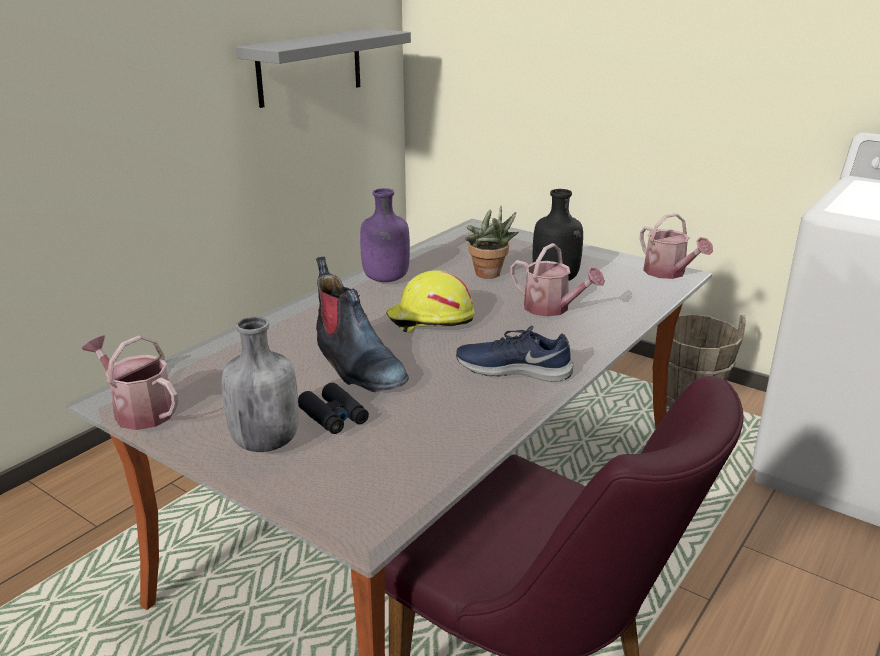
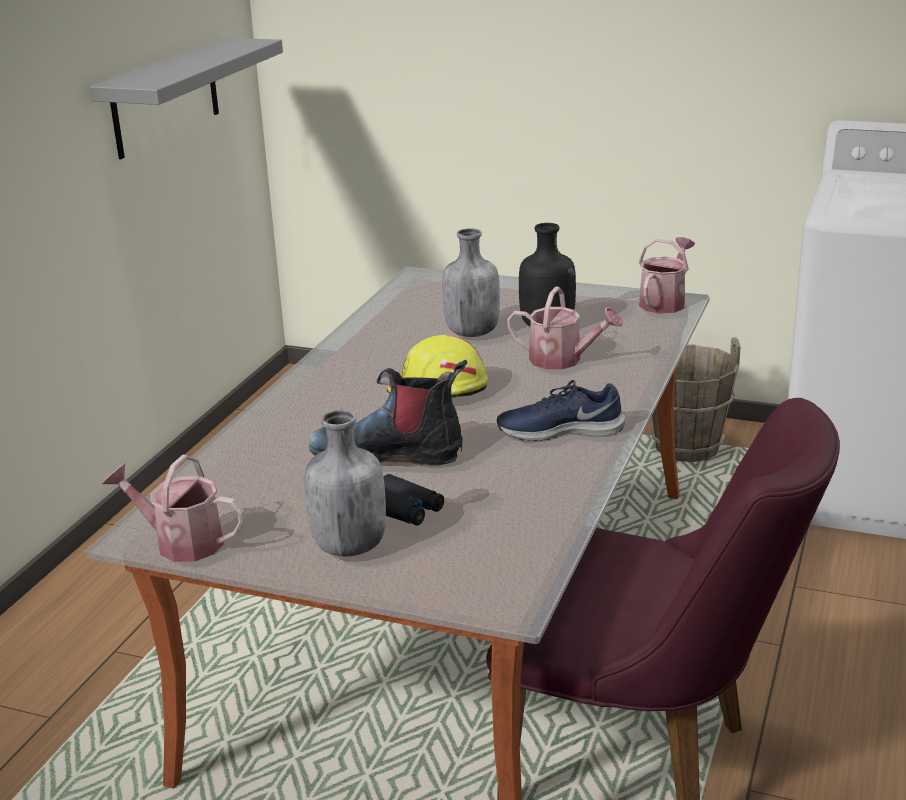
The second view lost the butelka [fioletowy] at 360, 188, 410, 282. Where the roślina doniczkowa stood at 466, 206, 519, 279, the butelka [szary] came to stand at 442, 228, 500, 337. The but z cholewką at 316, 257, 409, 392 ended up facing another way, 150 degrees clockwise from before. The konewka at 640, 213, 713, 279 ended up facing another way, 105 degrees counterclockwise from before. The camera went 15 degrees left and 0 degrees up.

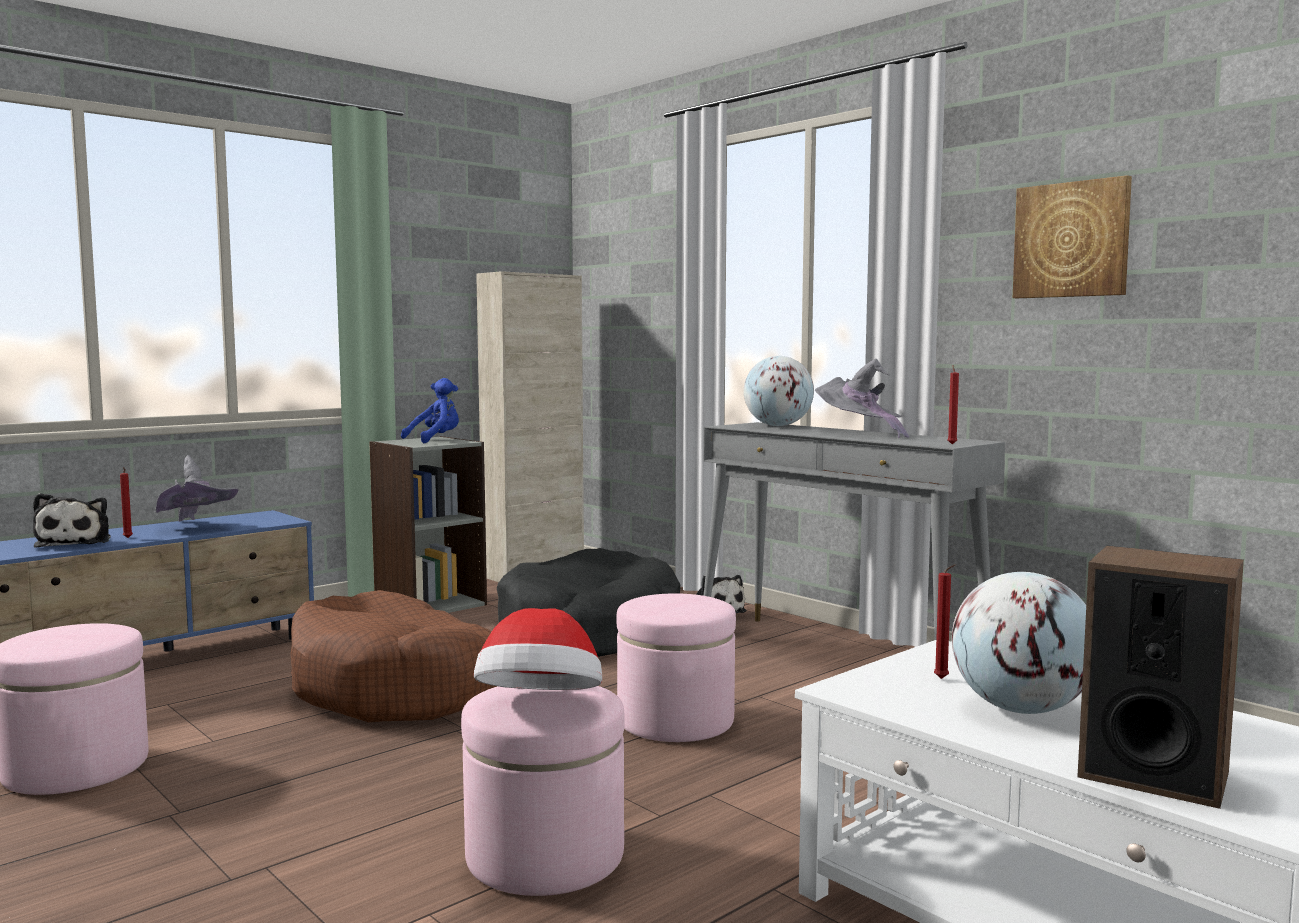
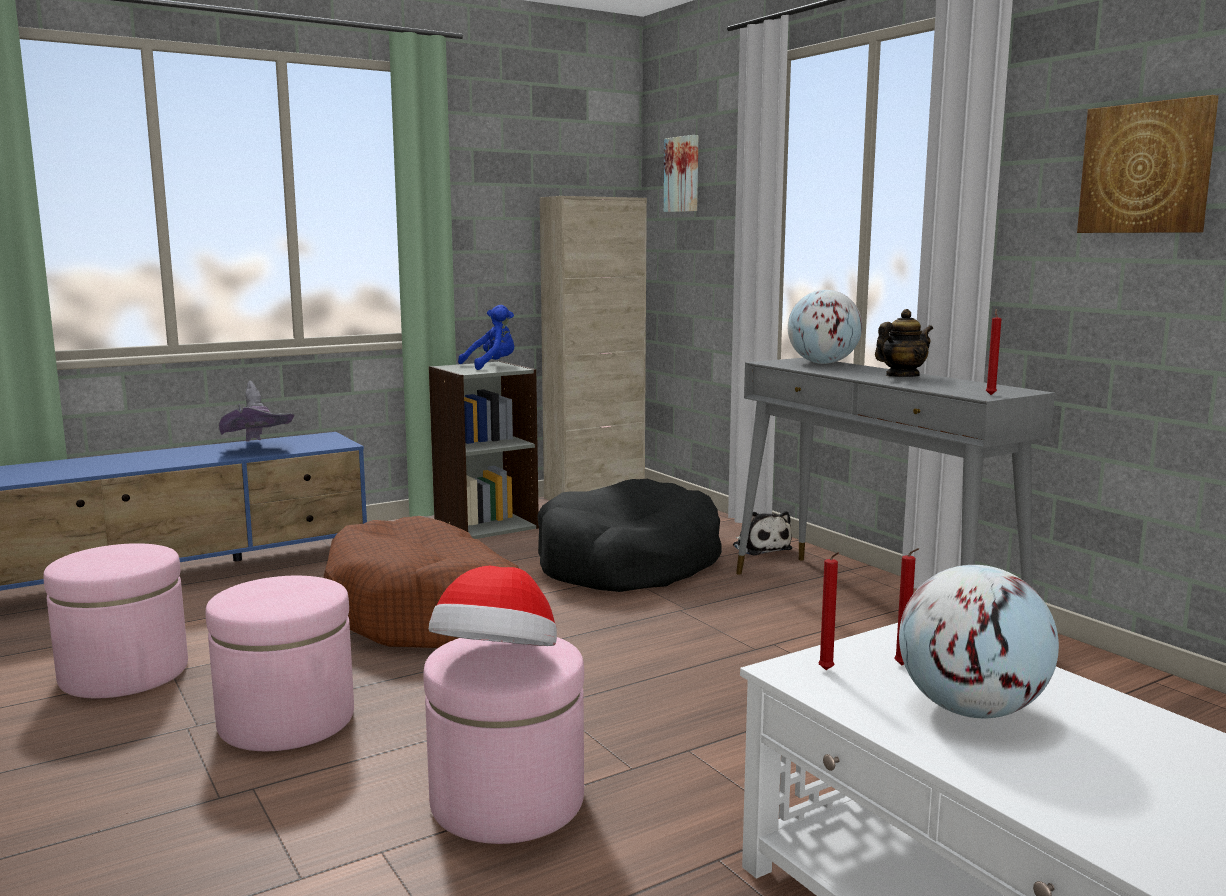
The second view lost the pluszak at 33, 493, 111, 548. The second view lost the głośnik at 1077, 546, 1244, 809. The second view gained the obraz at 664, 135, 698, 212. The świeca [czerwony] ended up elsewhere, having gone from 120, 467, 133, 538 to 818, 552, 839, 670. The pufa [różowy] ended up elsewhere, having gone from 616, 593, 736, 742 to 206, 576, 354, 751. Where the kapelusz [szary] stood at 815, 359, 909, 438, the imbryk came to stand at 875, 309, 933, 377. The camera went 10 degrees right and 5 degrees up.

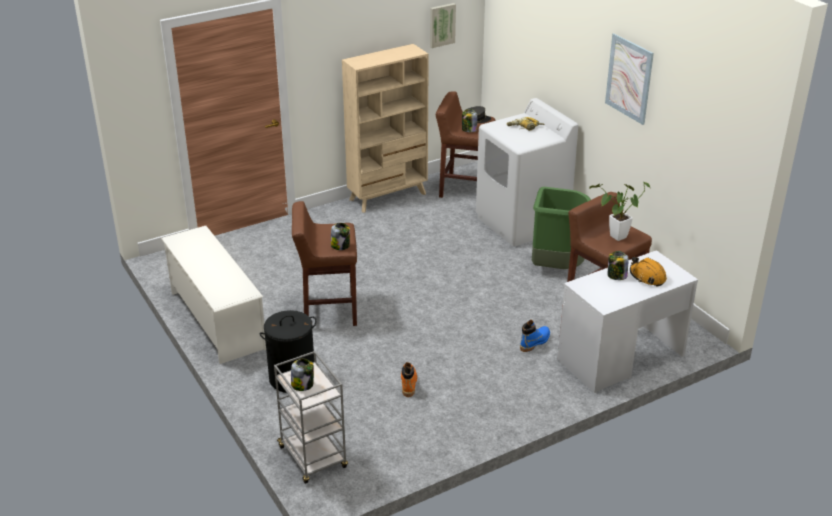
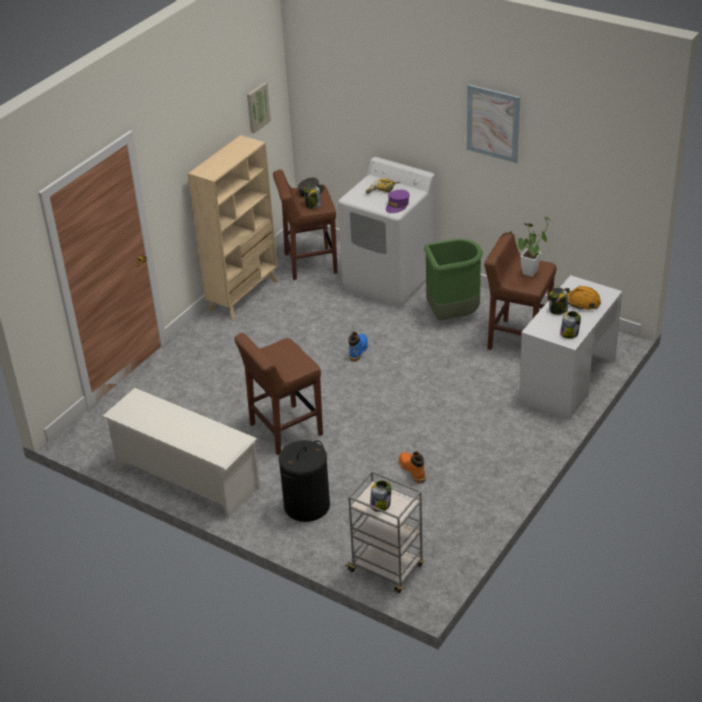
The second view gained the czapka z daszkiem [fioletowy] at 386, 190, 410, 213. The słoik ended up elsewhere, having gone from 331, 223, 350, 250 to 560, 311, 581, 339. The but z cholewką [niebieski] ended up elsewhere, having gone from 520, 320, 550, 352 to 349, 332, 368, 362. The camera went 25 degrees left and 5 degrees up.

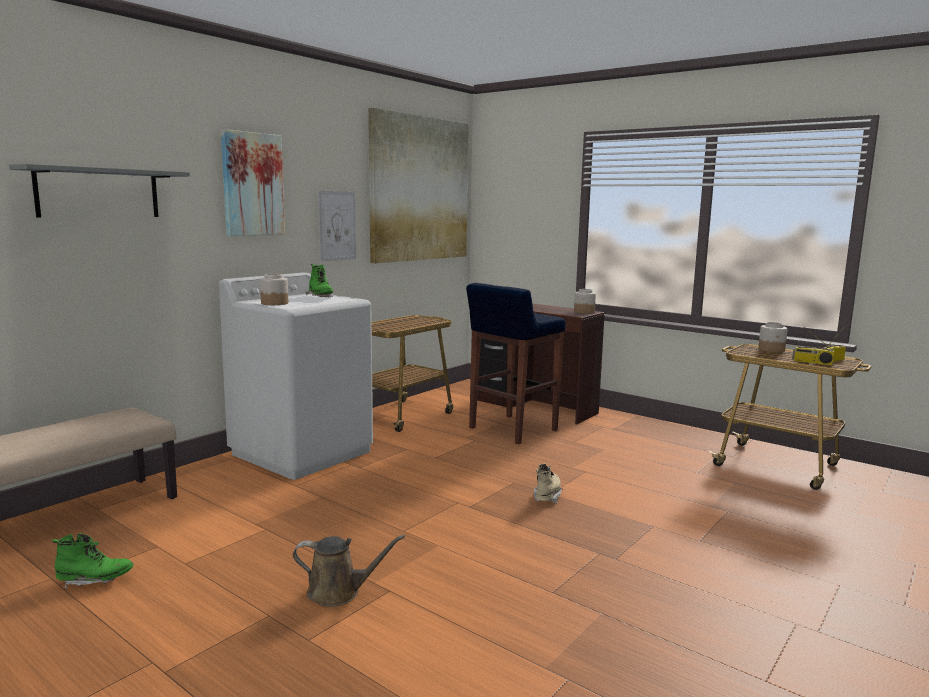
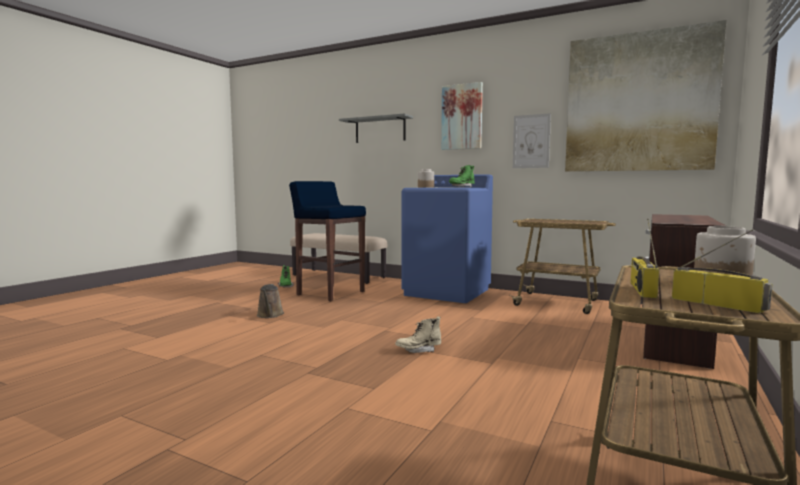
The second view lost the słoik at 574, 289, 596, 314. The stołek [niebieski] ended up elsewhere, having gone from 466, 283, 566, 444 to 289, 181, 366, 301. What was the pralka [biały] at 219, 273, 373, 480 turned into the pralka [niebieski] at 402, 174, 493, 303. The but z cholewką [beżowy] at 534, 464, 563, 504 ended up facing another way, 150 degrees clockwise from before. The camera went 80 degrees right and 5 degrees down.

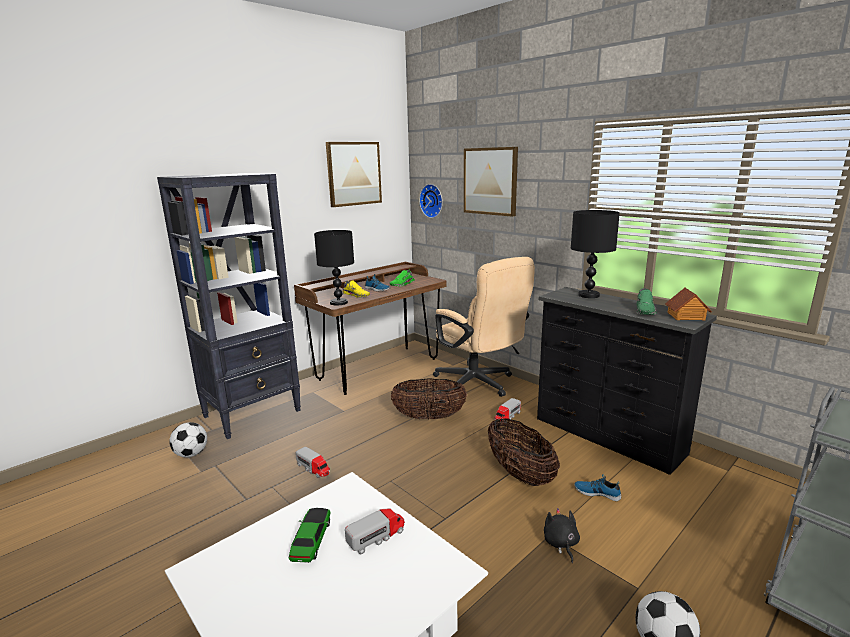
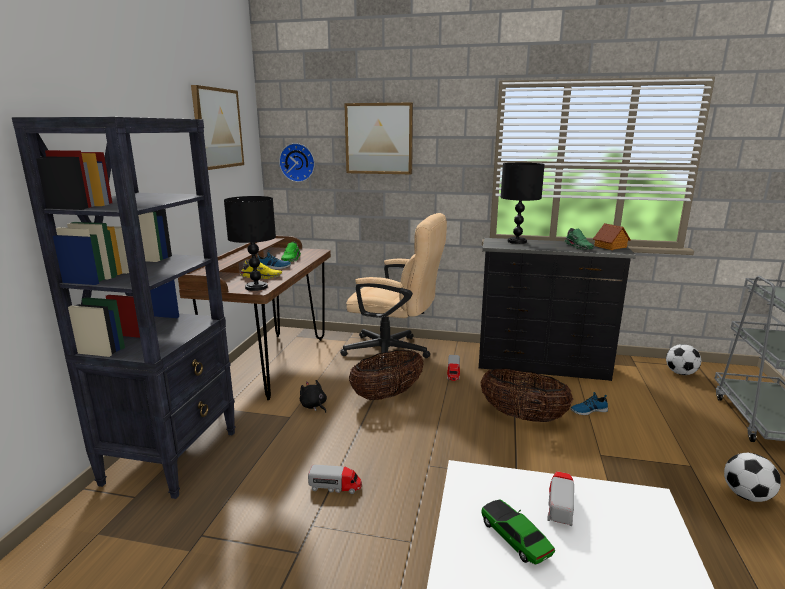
The piłka futbolowa ended up elsewhere, having gone from 169, 422, 207, 457 to 666, 344, 701, 375. The pluszak [czarny] ended up elsewhere, having gone from 544, 508, 580, 563 to 300, 380, 327, 413. The camera went 35 degrees left and 0 degrees up.

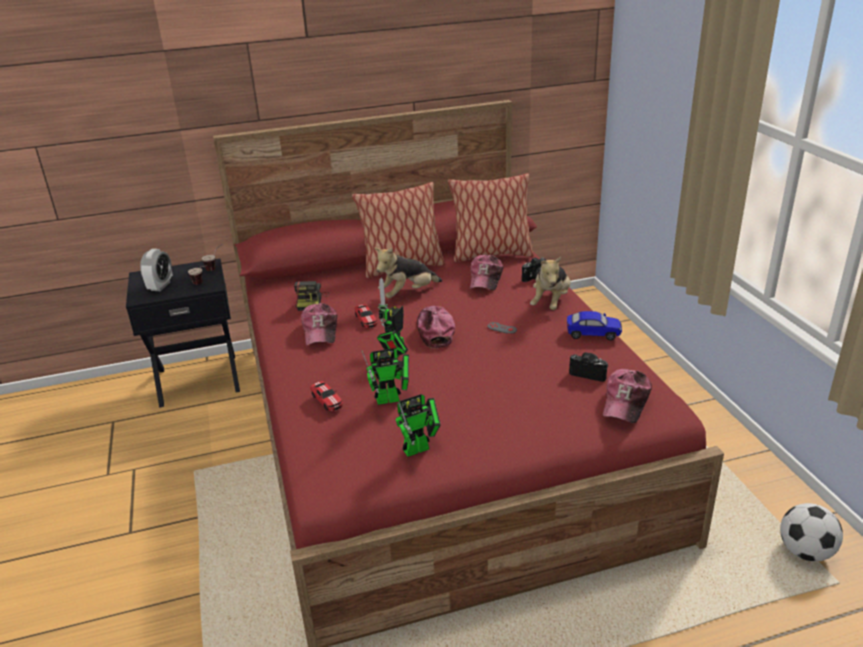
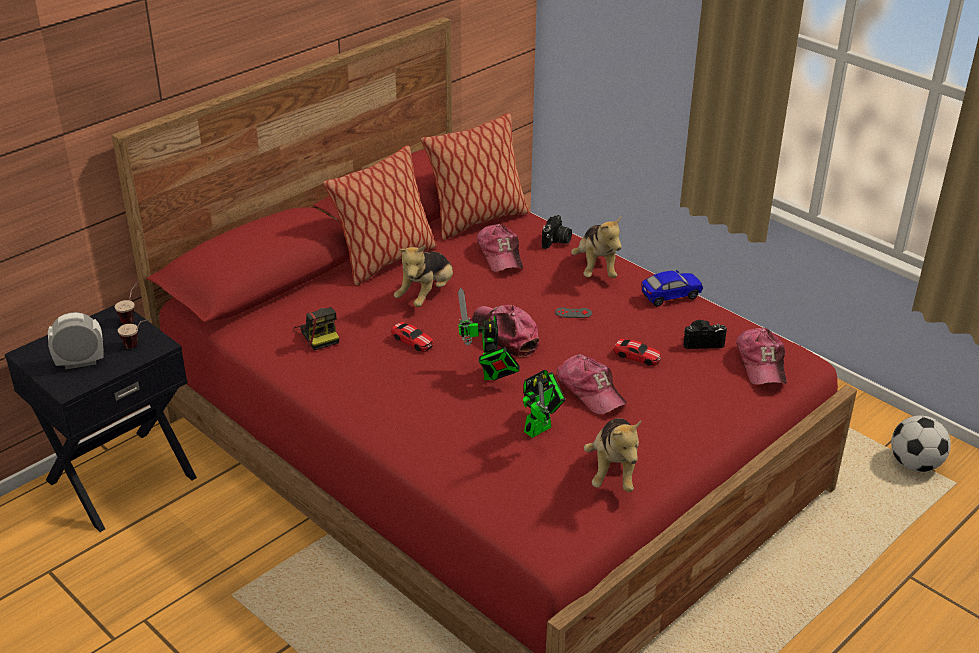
The czapka z daszkiem ended up elsewhere, having gone from 301, 303, 337, 345 to 557, 354, 627, 414. The samochodzik ended up elsewhere, having gone from 310, 381, 343, 411 to 613, 339, 662, 366. Where the robot zabawkowy stood at 396, 394, 441, 457, the pluszak came to stand at 584, 418, 641, 492. The budzik at 140, 249, 173, 291 ended up facing another way, 90 degrees counterclockwise from before. The camera went 30 degrees left and 5 degrees up.

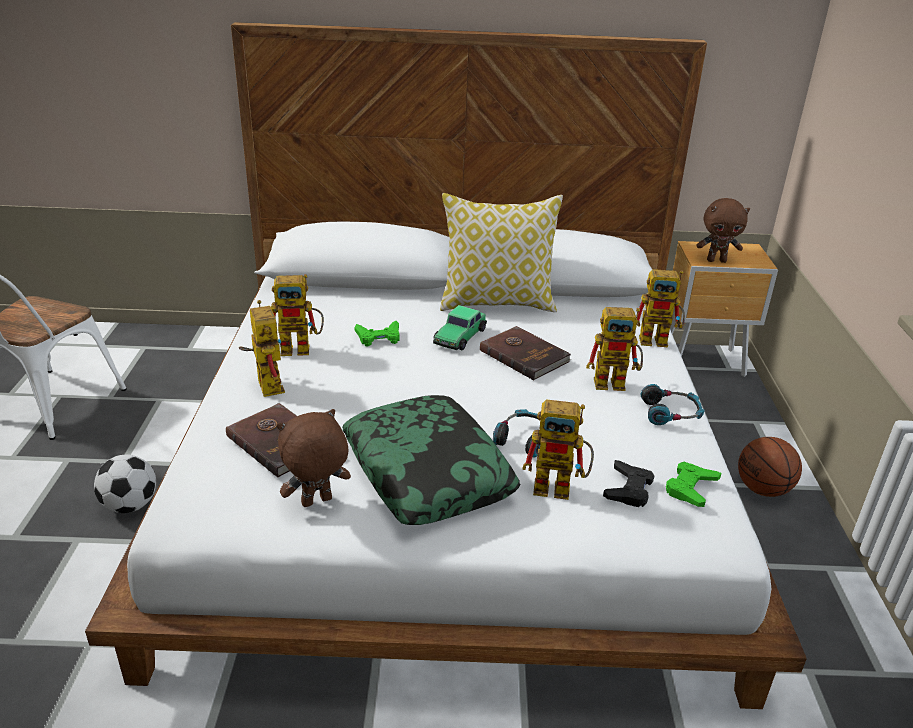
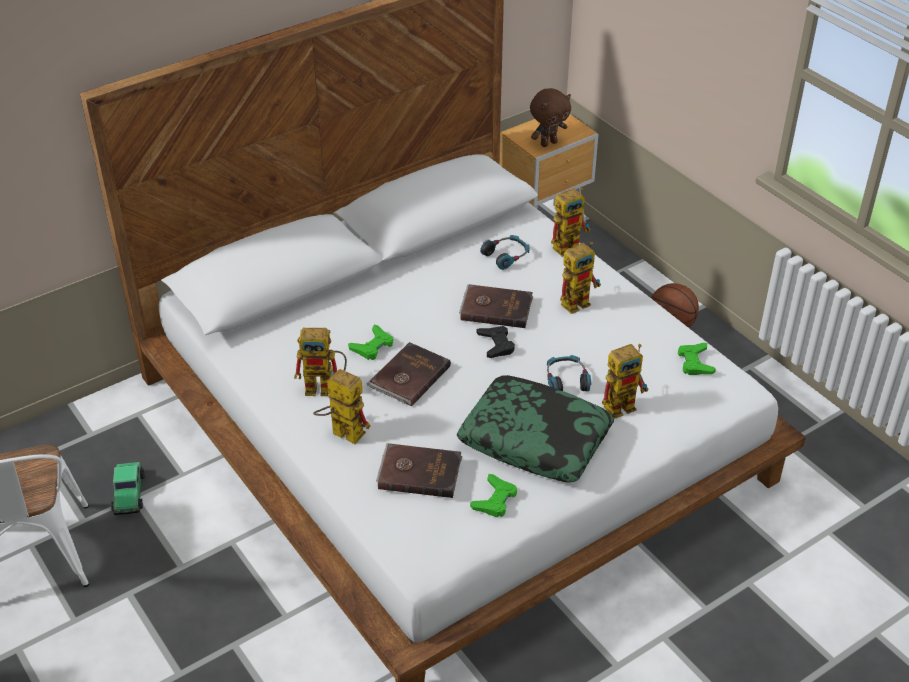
The second view lost the piłka futbolowa at 94, 454, 156, 513. The second view lost the poduszka at 440, 193, 563, 312. The second view gained the książka [brązowy] at 366, 342, 451, 407. The samochodzik ended up elsewhere, having gone from 433, 305, 487, 350 to 111, 462, 144, 515. The pad do gier [czarny] ended up elsewhere, having gone from 603, 460, 654, 507 to 477, 326, 515, 358. The słuchawki ended up elsewhere, having gone from 641, 384, 705, 425 to 480, 235, 529, 270. Where the pluszak [brązowy] stood at 277, 409, 351, 507, the pad do gier [zielony] came to stand at 470, 474, 517, 517. The robot zabawkowy at 271, 274, 324, 356 ended up facing another way, 45 degrees clockwise from before. The camera went 35 degrees left and 10 degrees up.

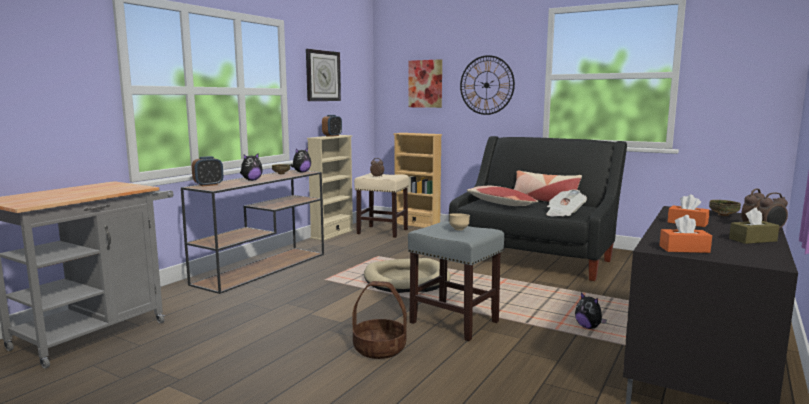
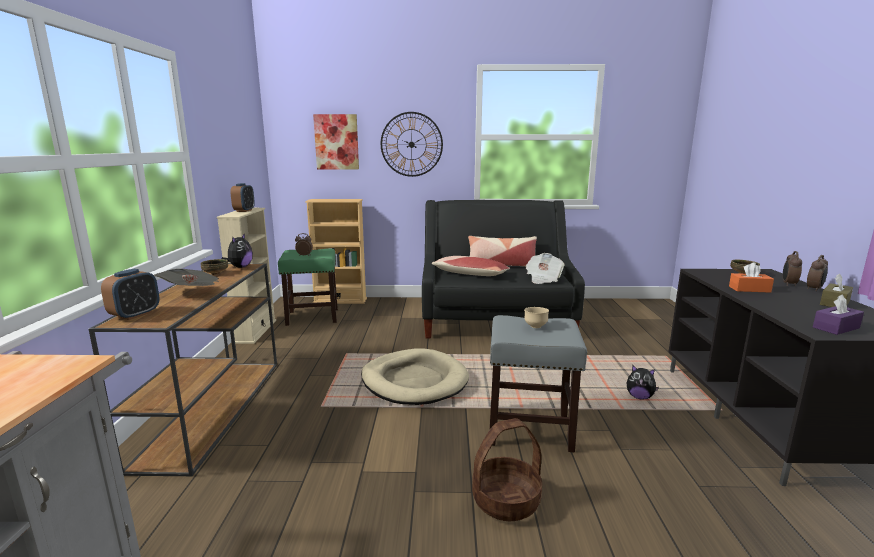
The second view lost the zegar ścienny at 306, 49, 341, 101. Where the pluszak stood at 240, 153, 263, 181, the gazeta came to stand at 154, 269, 219, 286. What was the stołek [beżowy] at 354, 173, 409, 238 turned into the stołek [zielony] at 278, 248, 338, 326. What was the pudełko chusteczek [pomarańczowy] at 659, 215, 712, 253 turned into the pudełko chusteczek [fioletowy] at 813, 294, 864, 335. The camera went 30 degrees left and 5 degrees up.

